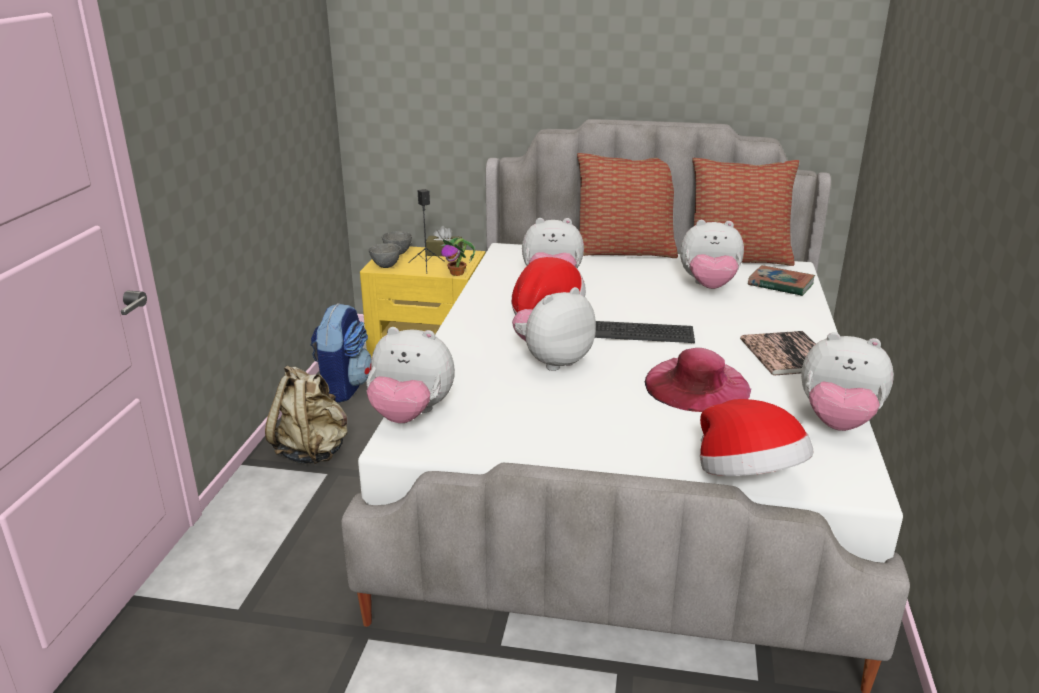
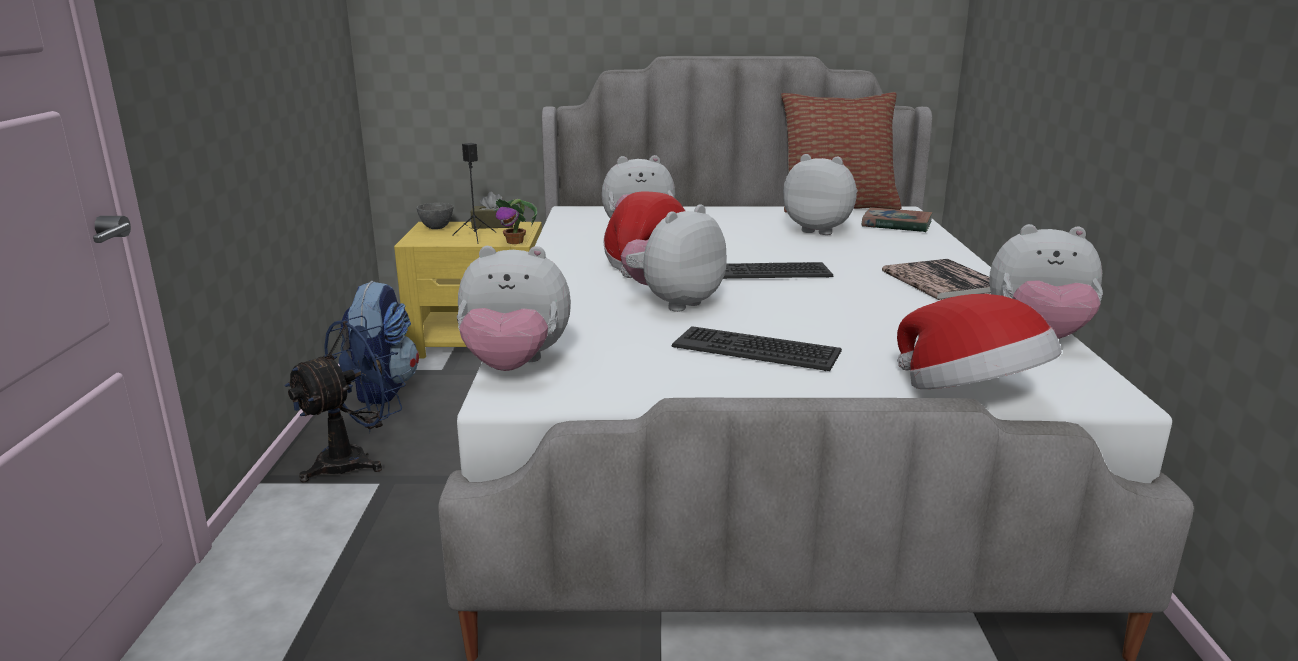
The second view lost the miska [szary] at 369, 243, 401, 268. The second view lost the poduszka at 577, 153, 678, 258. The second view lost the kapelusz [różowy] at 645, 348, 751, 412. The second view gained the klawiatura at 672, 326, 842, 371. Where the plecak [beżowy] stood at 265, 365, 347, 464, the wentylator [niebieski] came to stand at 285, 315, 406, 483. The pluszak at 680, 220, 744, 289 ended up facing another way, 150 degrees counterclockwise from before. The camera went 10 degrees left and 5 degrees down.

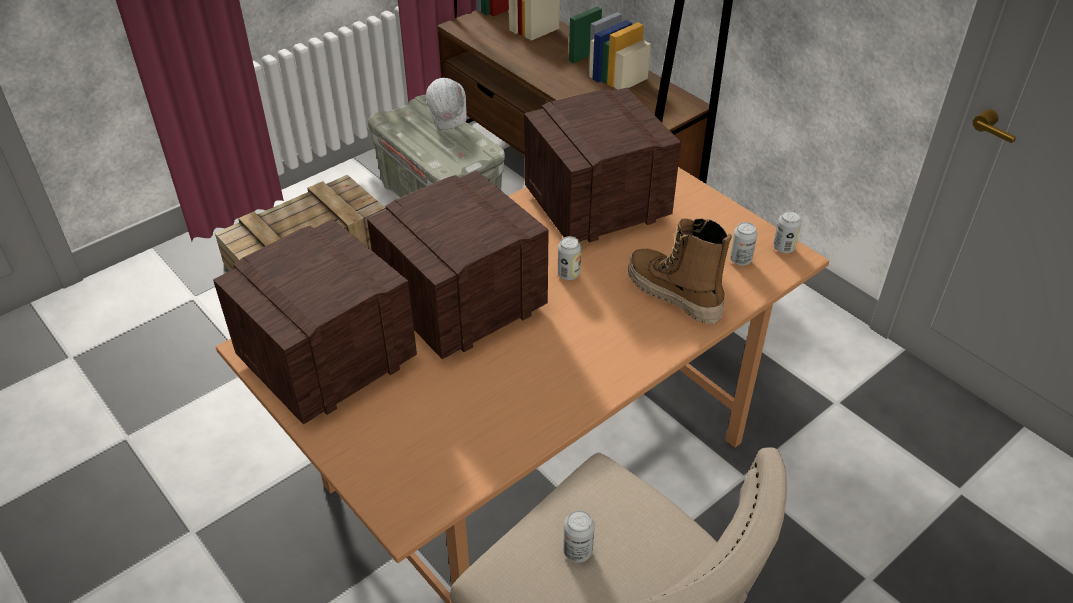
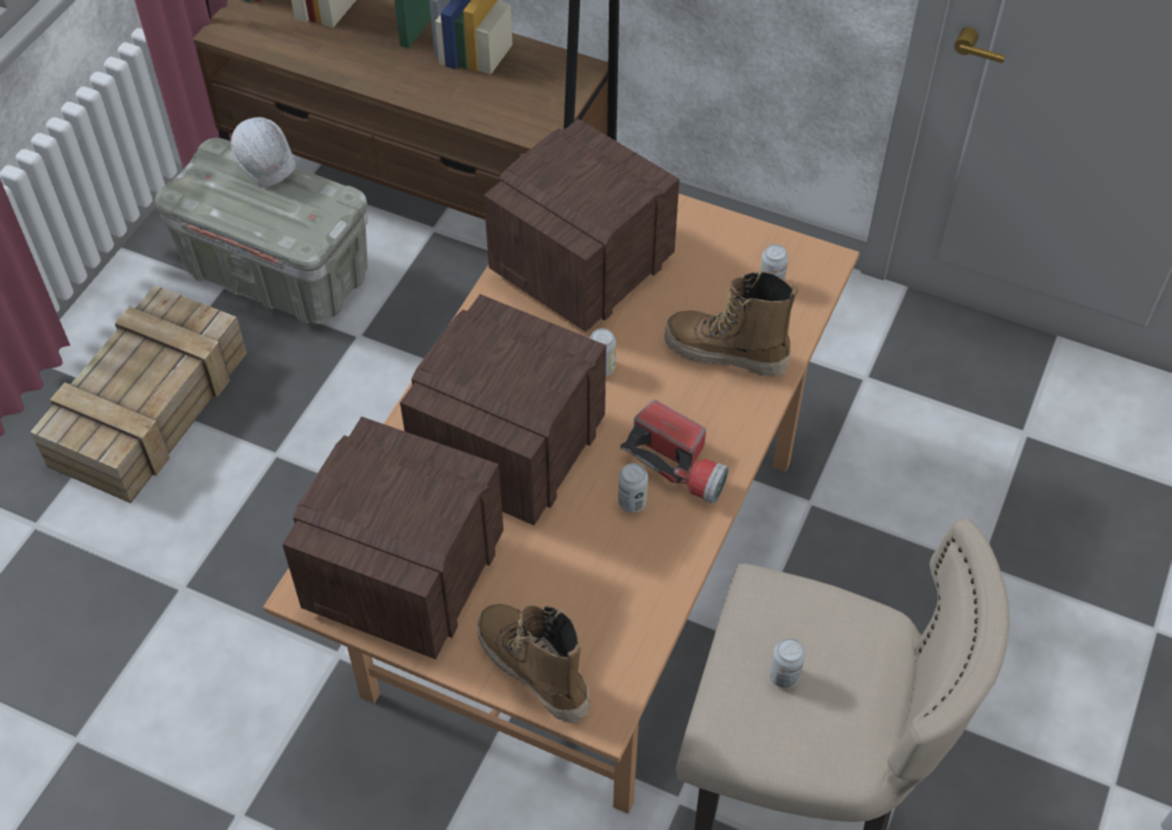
The second view gained the but z cholewką at 477, 604, 590, 723. The second view gained the latarka at 620, 400, 729, 504. The puszka ended up elsewhere, having gone from 773, 210, 802, 253 to 618, 463, 648, 513. The camera went 25 degrees left and 10 degrees up.

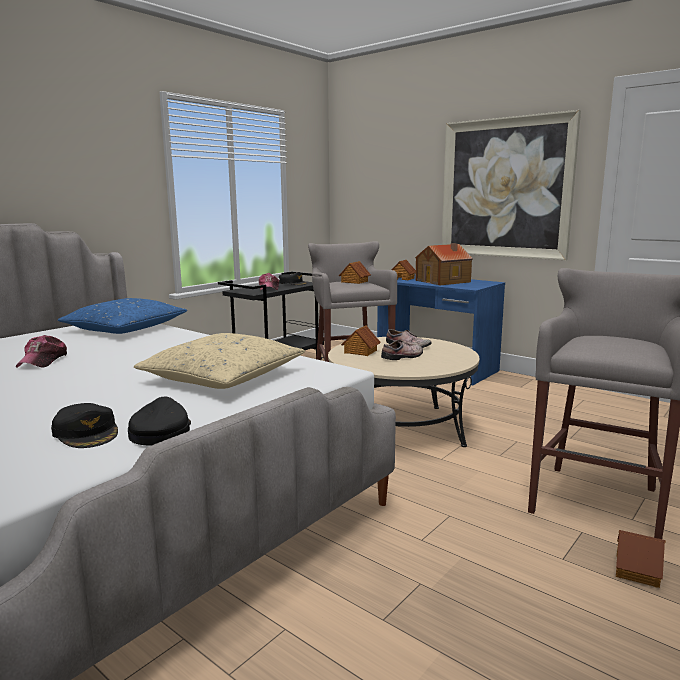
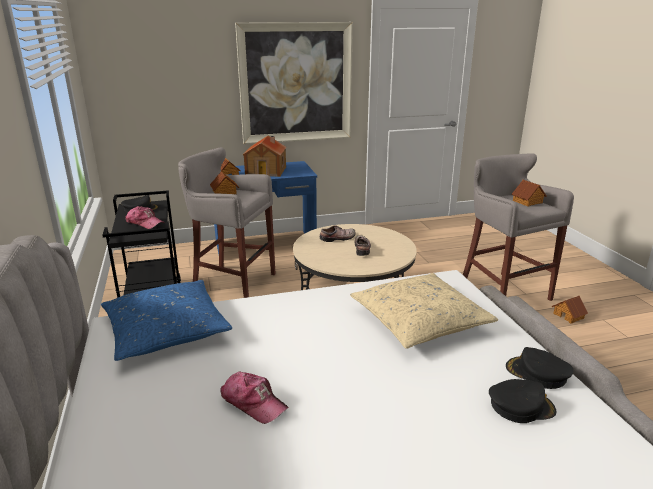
The domek ended up elsewhere, having gone from 341, 325, 381, 356 to 512, 180, 546, 207. The camera went 55 degrees left and 10 degrees up.

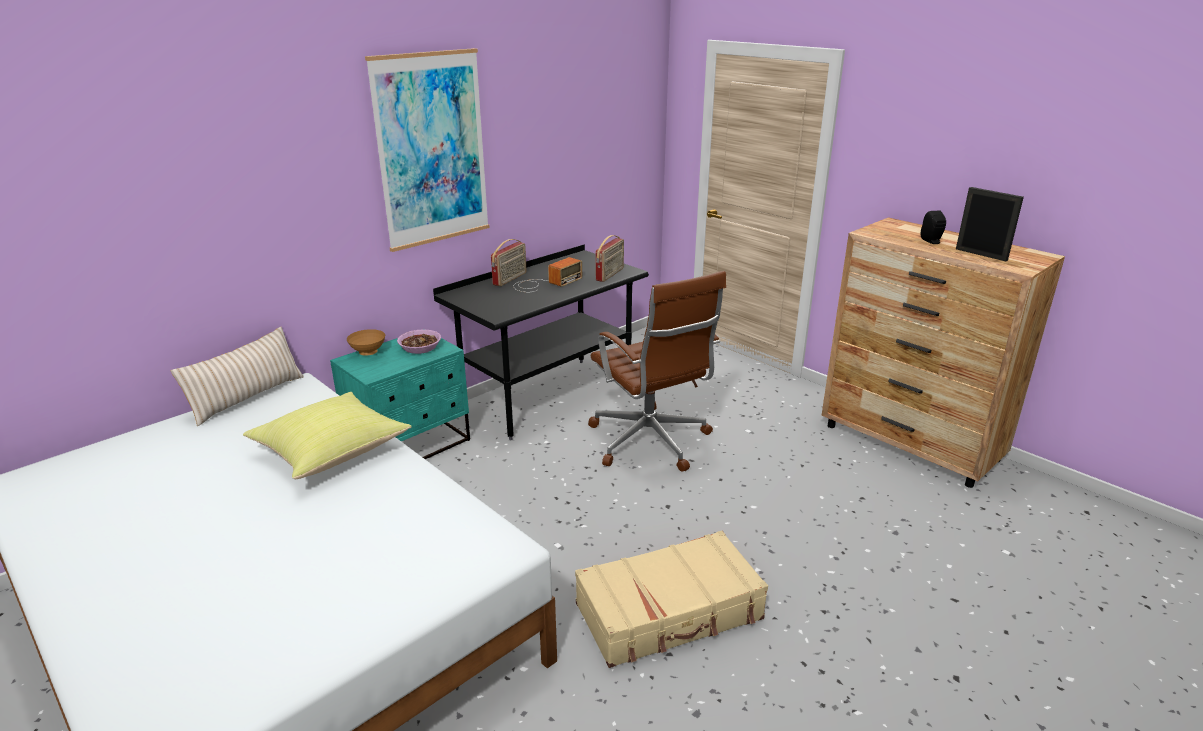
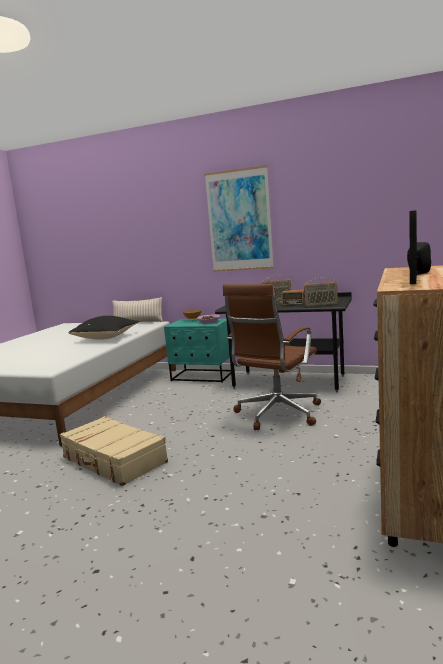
What was the poduszka [żółty] at 243, 392, 411, 479 turned into the poduszka [czarny] at 68, 316, 139, 340. The camera went 65 degrees right and 15 degrees down.

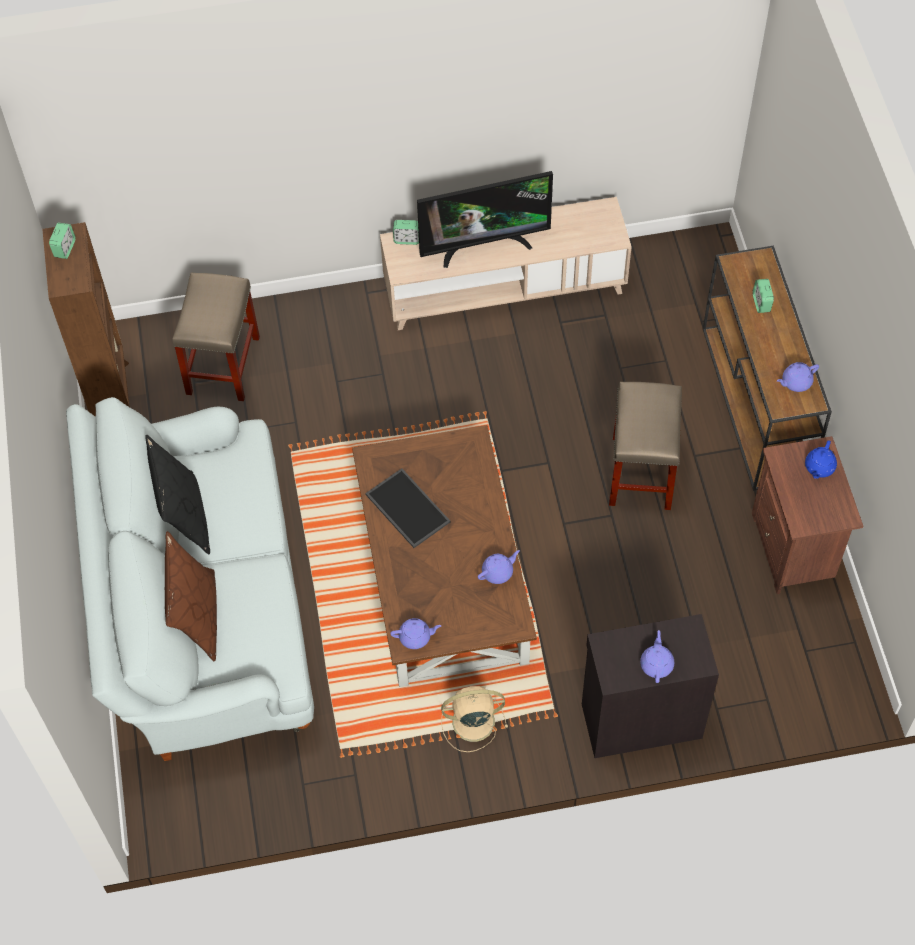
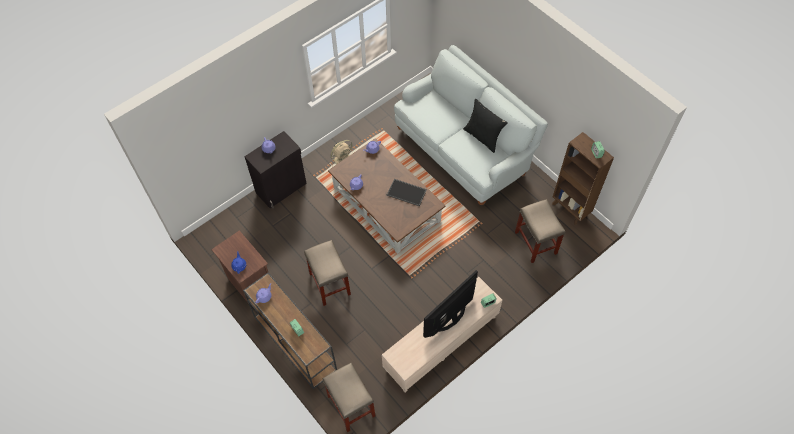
The second view lost the poduszka [brązowy] at 165, 531, 217, 661. The second view gained the stołek [beżowy] at 323, 363, 376, 432. The camera went 150 degrees right and 0 degrees up.

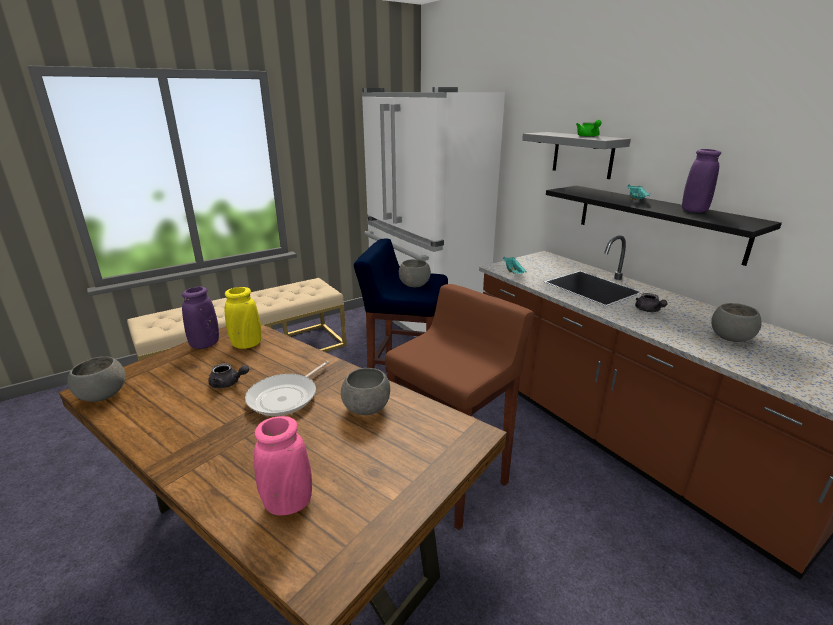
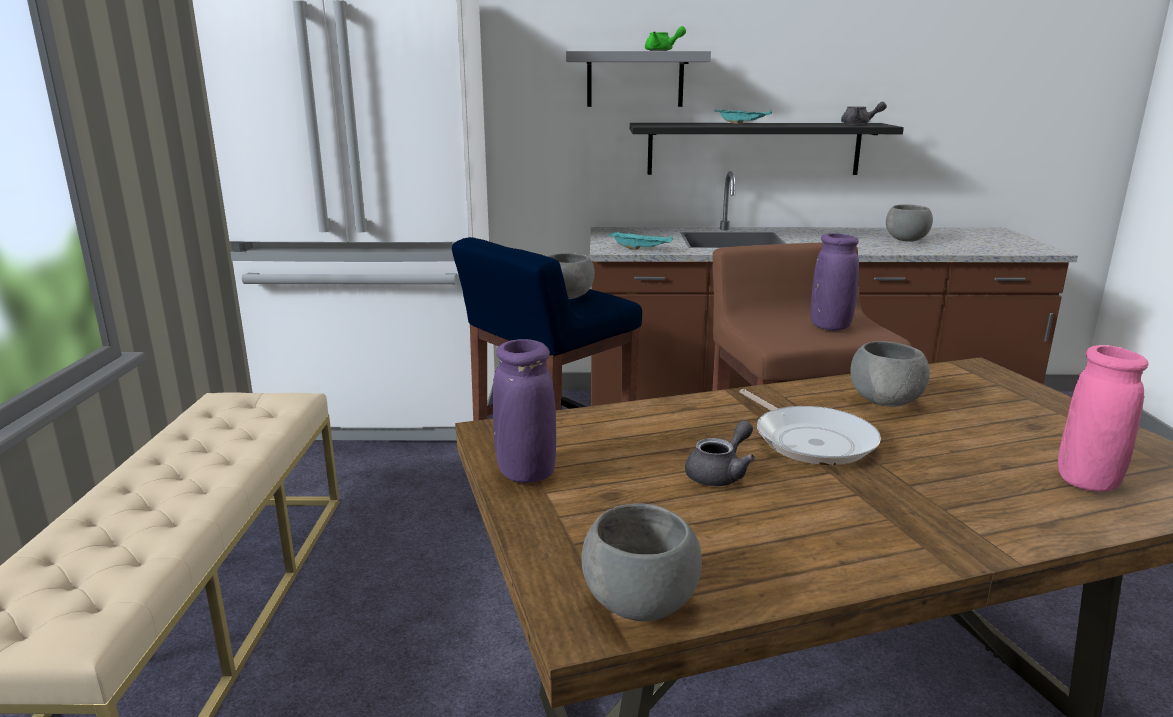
The second view lost the wazon [żółty] at 225, 287, 262, 349. The imbryk [szary] ended up elsewhere, having gone from 635, 293, 668, 312 to 841, 102, 887, 124. The wazon [fioletowy] ended up elsewhere, having gone from 682, 149, 721, 213 to 811, 233, 859, 331. The camera went 55 degrees left and 5 degrees down.

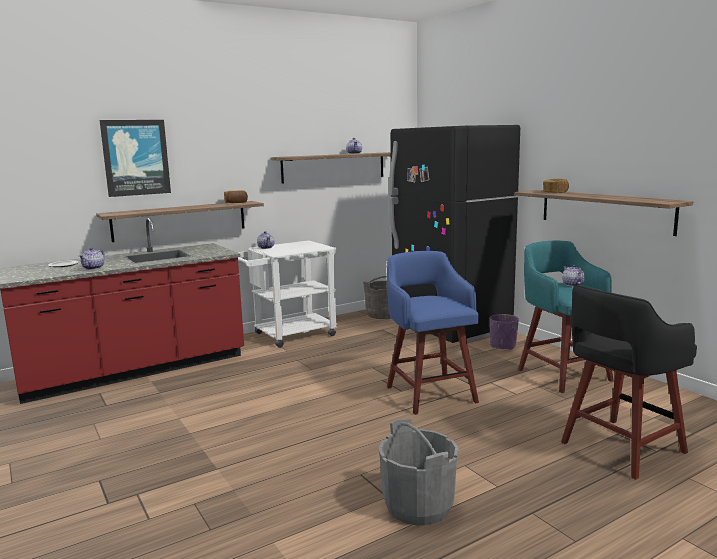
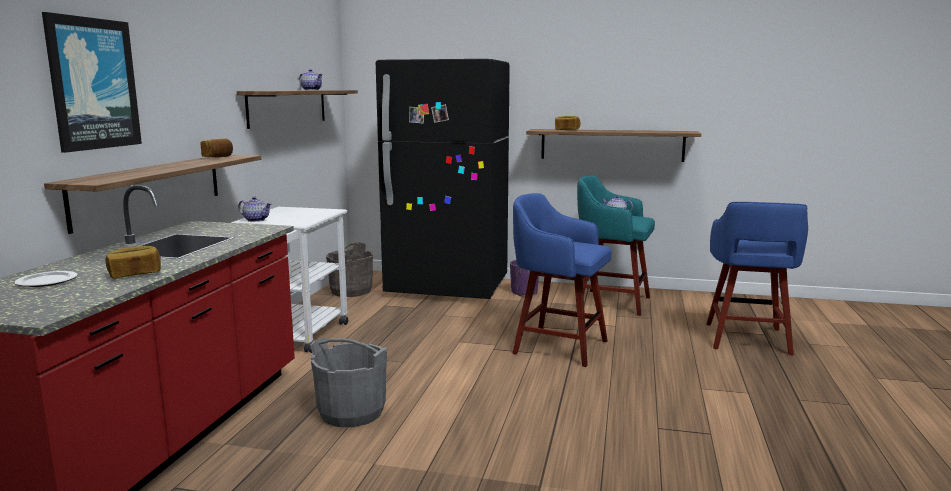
The wiadro [szary] ended up elsewhere, having gone from 379, 419, 458, 526 to 310, 337, 387, 427. Where the imbryk stood at 79, 248, 105, 270, the chleb came to stand at 105, 246, 161, 278. What was the stołek [czarny] at 561, 284, 697, 480 turned into the stołek [niebieski] at 706, 202, 808, 355. The camera went 45 degrees left and 0 degrees up.

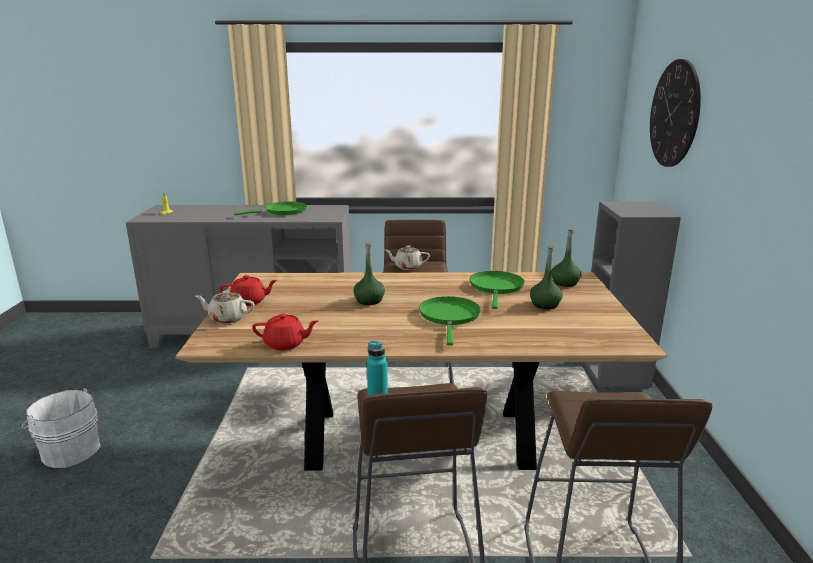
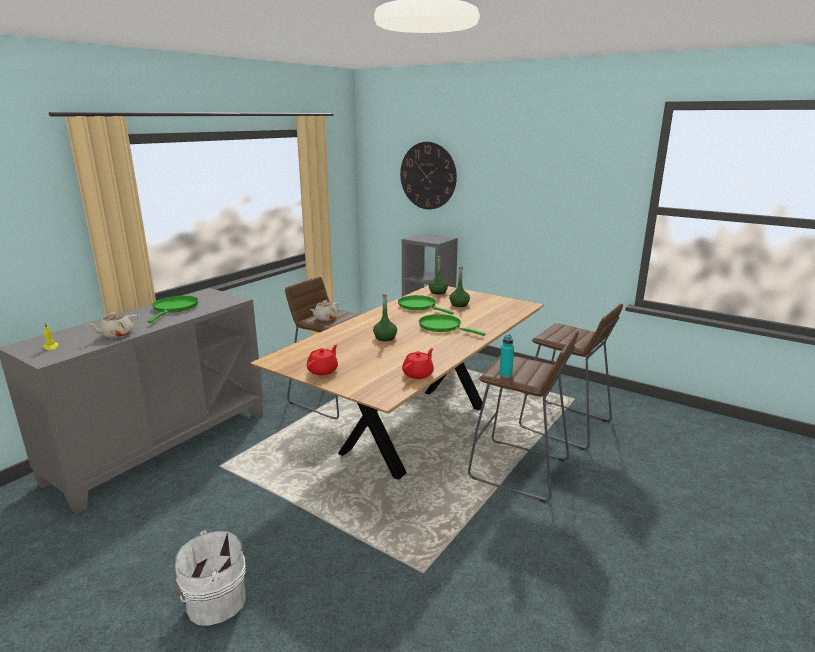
The imbryk [beżowy] ended up elsewhere, having gone from 195, 291, 254, 324 to 87, 312, 138, 338. The camera went 55 degrees left and 0 degrees up.

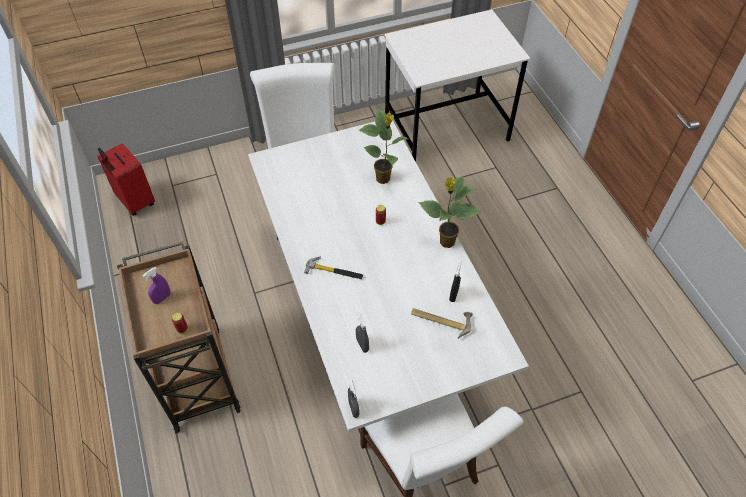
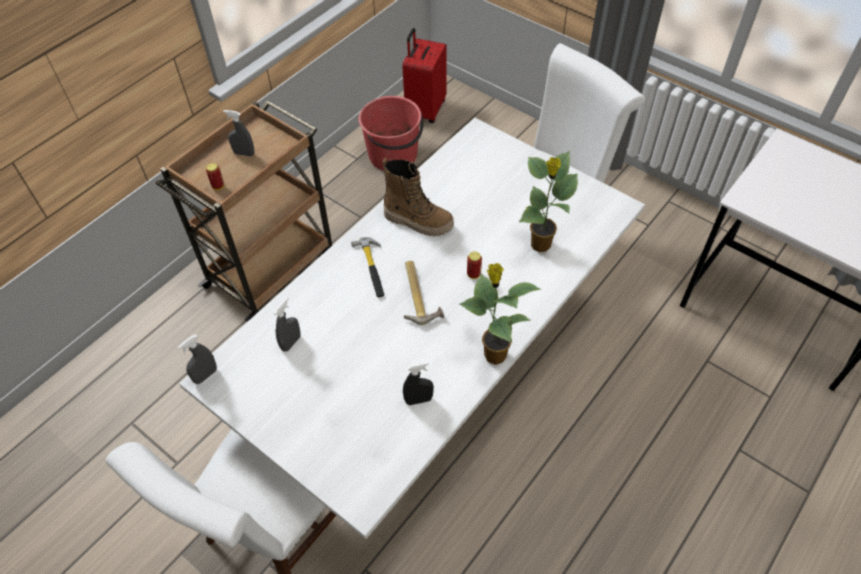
The second view gained the wiadro [czerwony] at 359, 96, 424, 171. The second view gained the but z cholewką at 382, 158, 454, 237. The młotek ended up elsewhere, having gone from 411, 308, 473, 339 to 404, 261, 444, 325. What was the spryskiwacz [fioletowy] at 142, 267, 171, 304 turned into the spryskiwacz [szary] at 223, 110, 255, 156. The camera went 60 degrees right and 0 degrees up.

